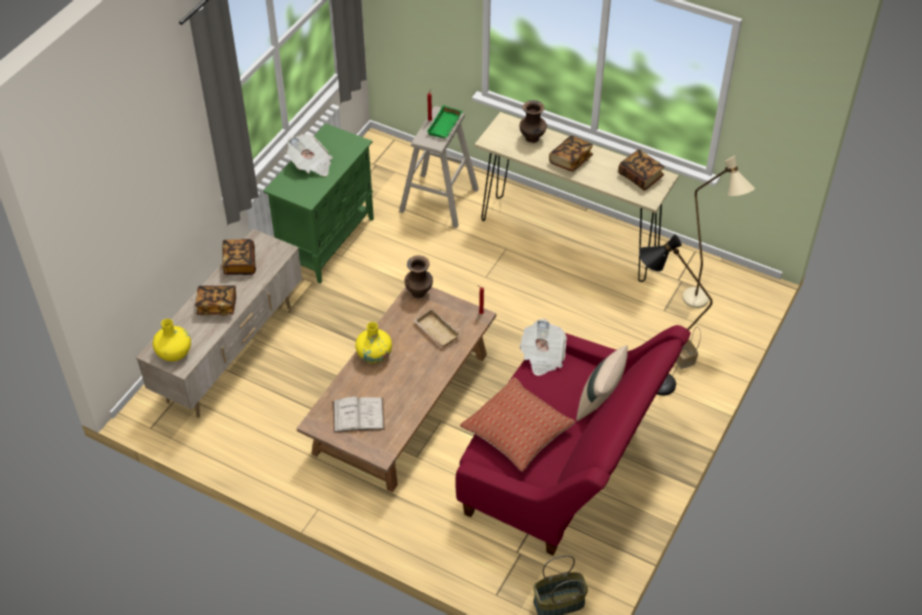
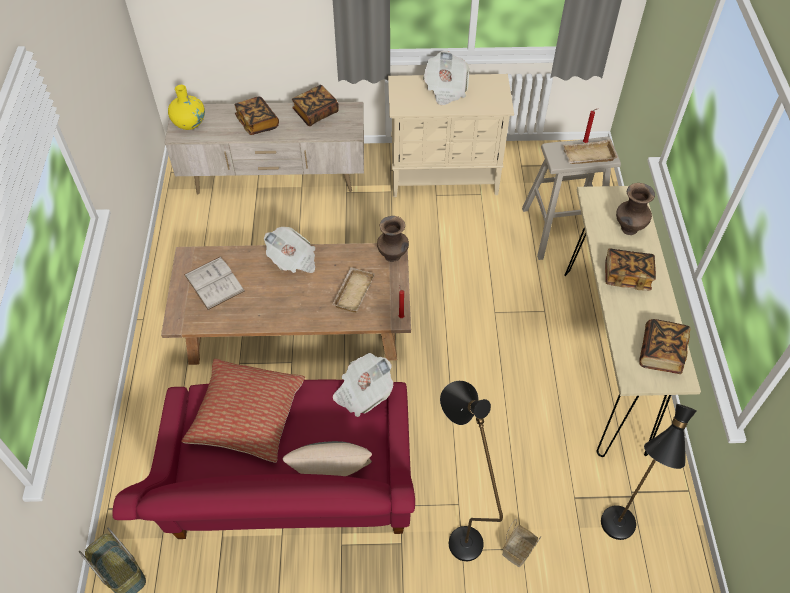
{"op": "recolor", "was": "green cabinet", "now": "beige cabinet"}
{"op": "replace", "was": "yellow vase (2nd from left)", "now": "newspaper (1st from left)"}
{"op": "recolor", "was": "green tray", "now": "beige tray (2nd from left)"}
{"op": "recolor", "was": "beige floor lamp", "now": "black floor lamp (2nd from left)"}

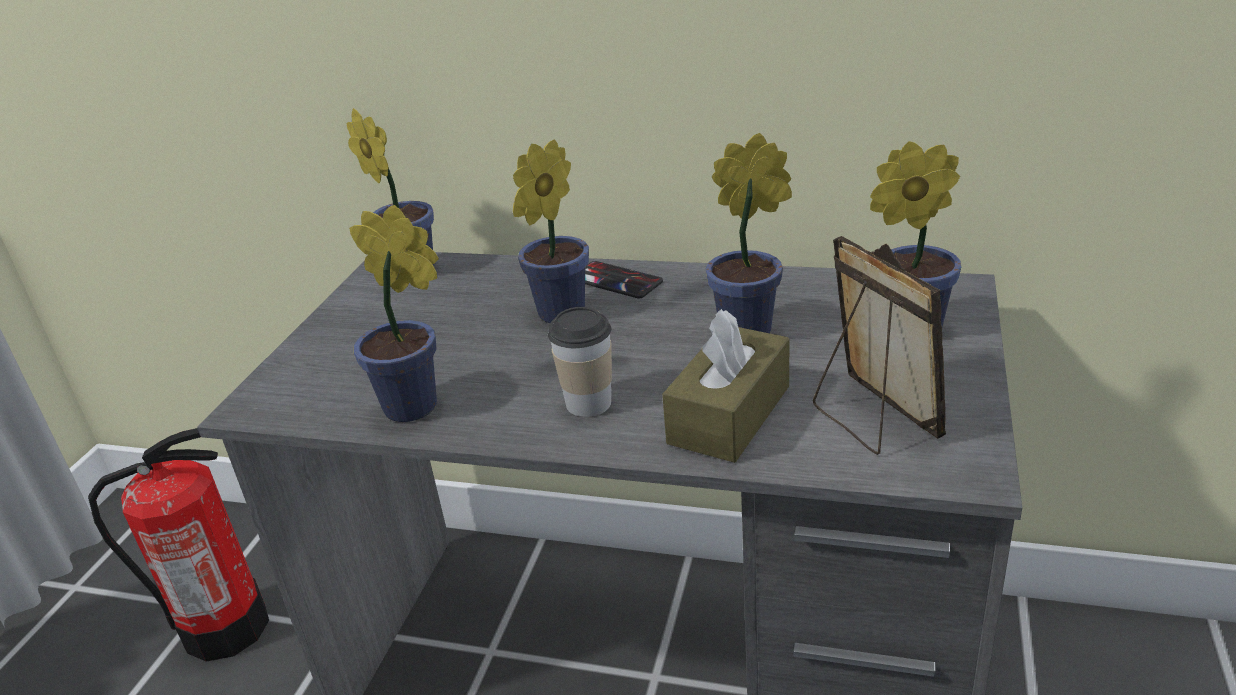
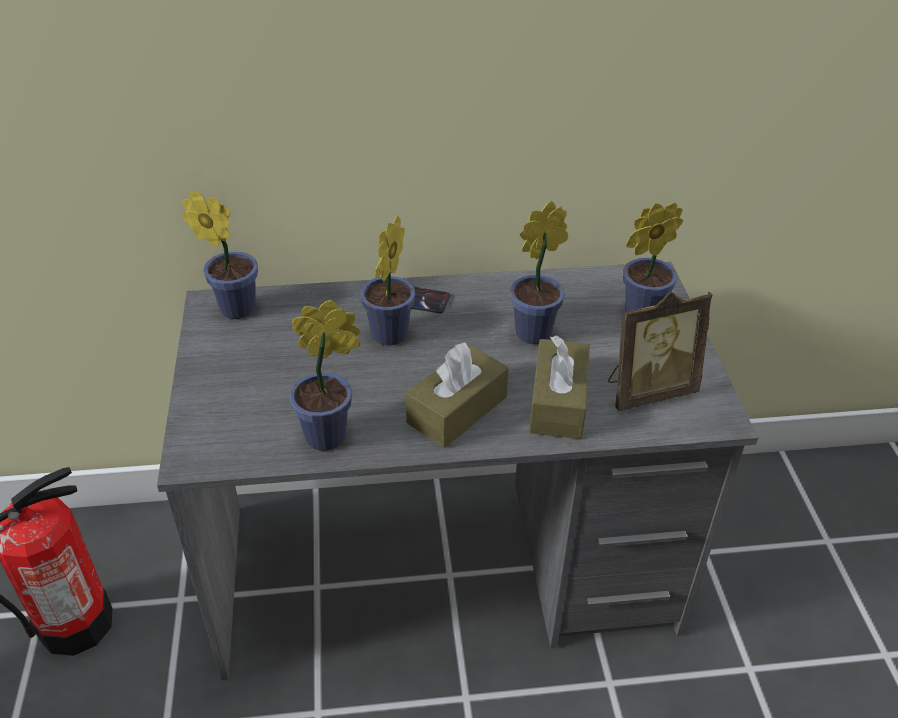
{"op": "replace", "was": "cup", "now": "brown tissue box (1st from left)"}
{"op": "rotate", "was": "picture frame", "clockwise": 120}

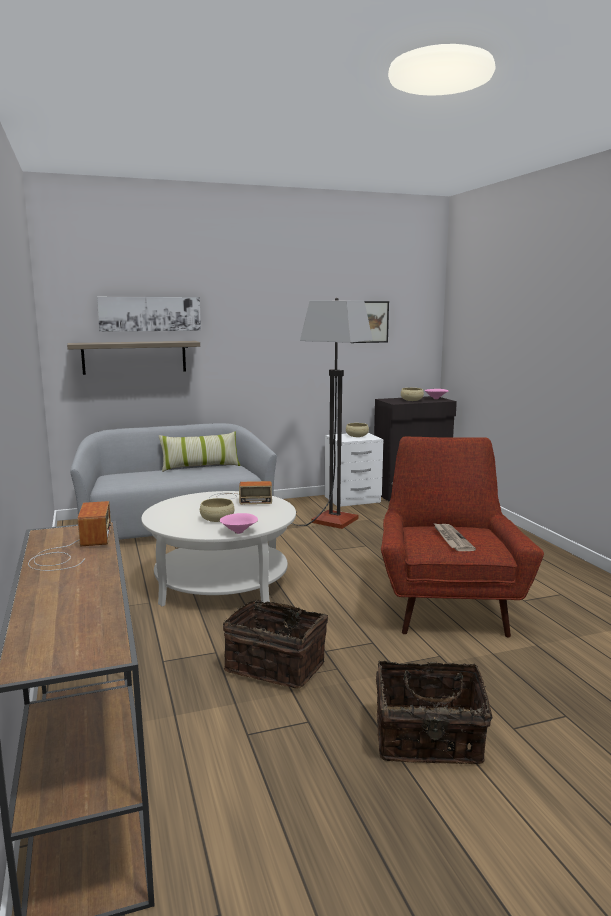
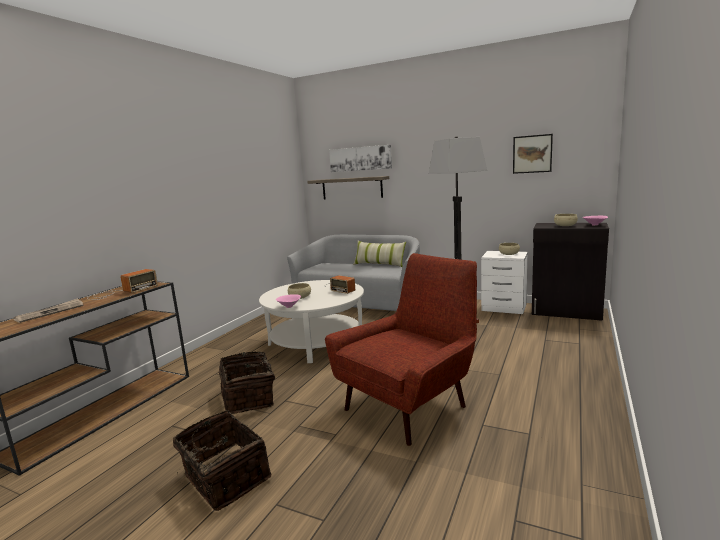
{"op": "move", "was": "newspaper"}

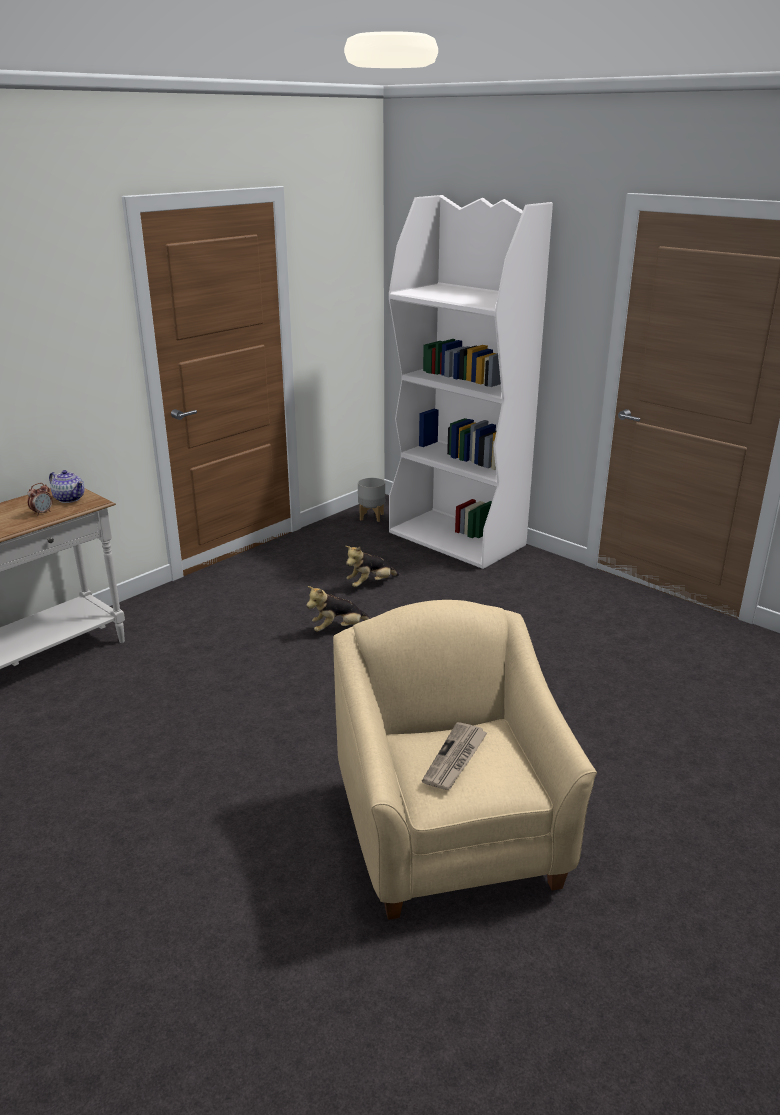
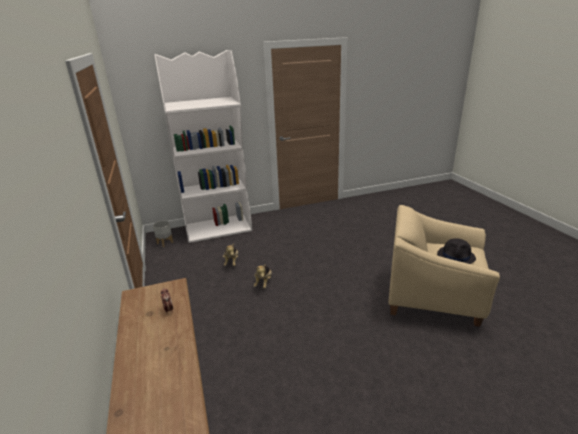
{"op": "delete", "was": "teapot"}
{"op": "replace", "was": "newspaper", "now": "black hat"}

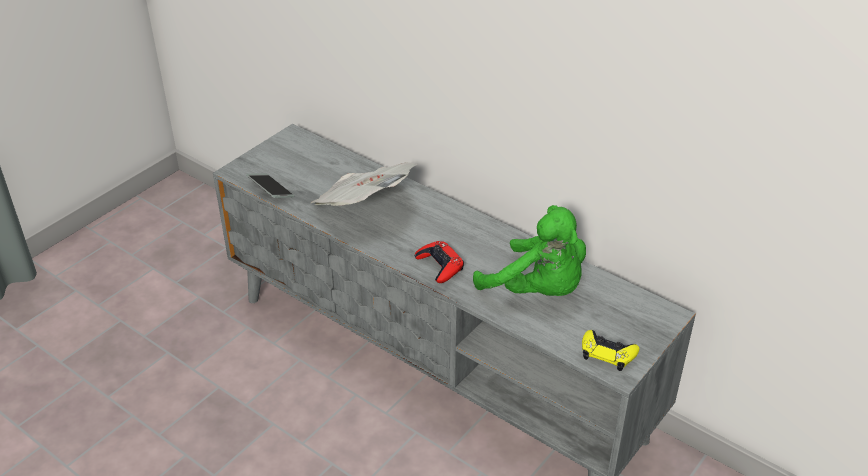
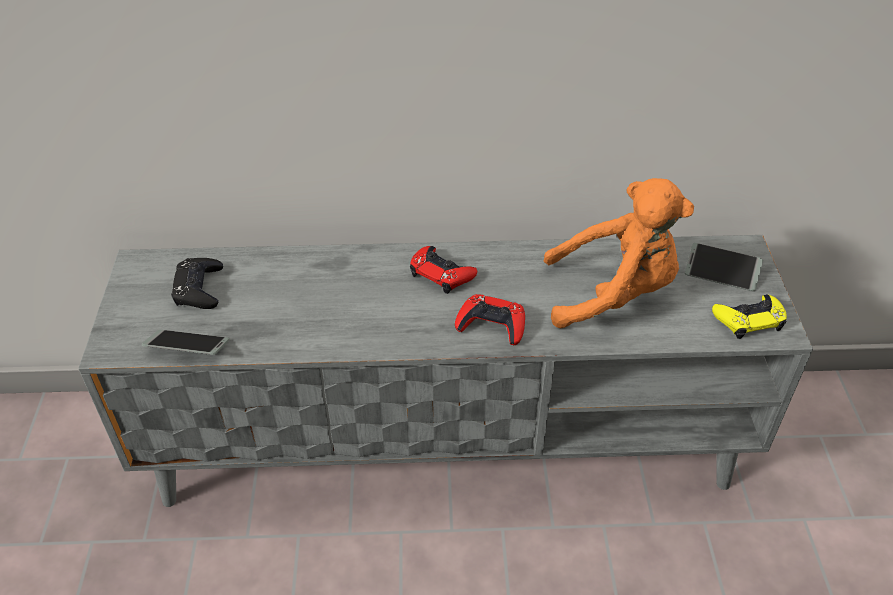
{"op": "delete", "was": "newspaper"}
{"op": "recolor", "was": "green plush toy", "now": "orange plush toy"}
{"op": "insert", "now": "black game controller"}
{"op": "insert", "now": "red game controller (1st from left)"}
{"op": "insert", "now": "phone (2nd from left)"}

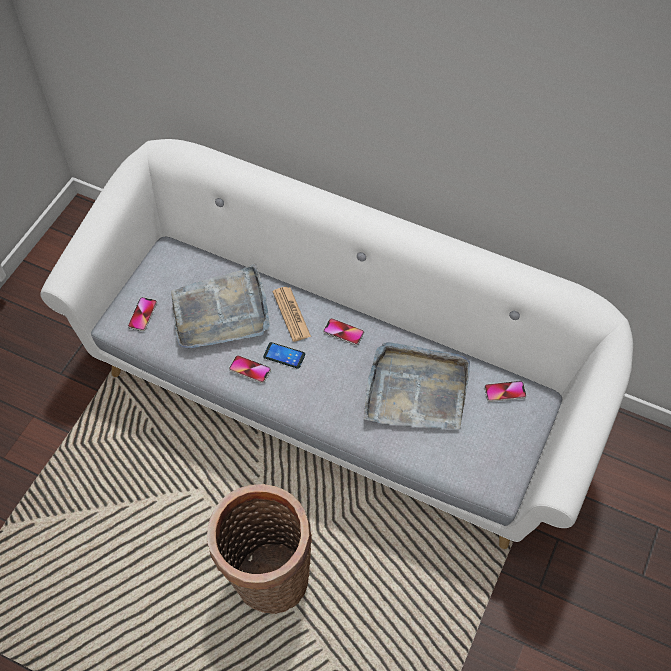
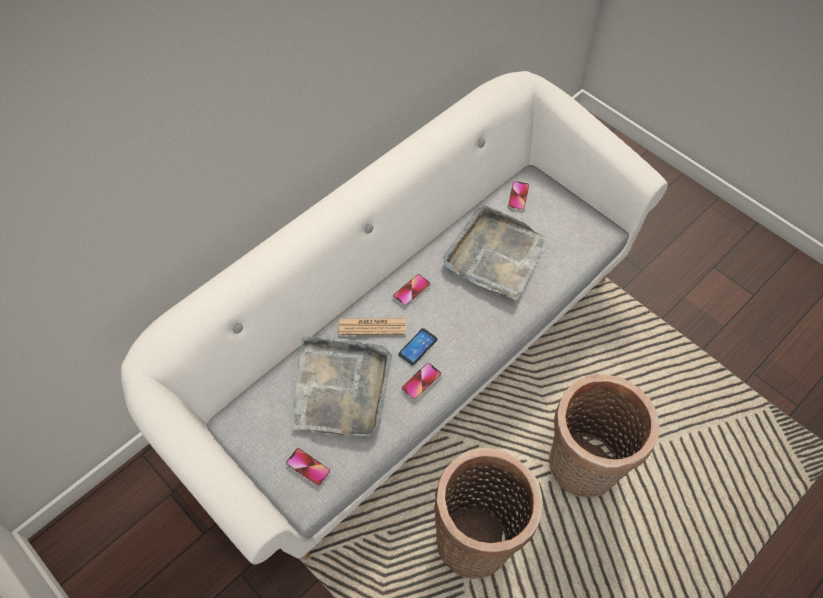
{"op": "insert", "now": "basket (1st from left)"}

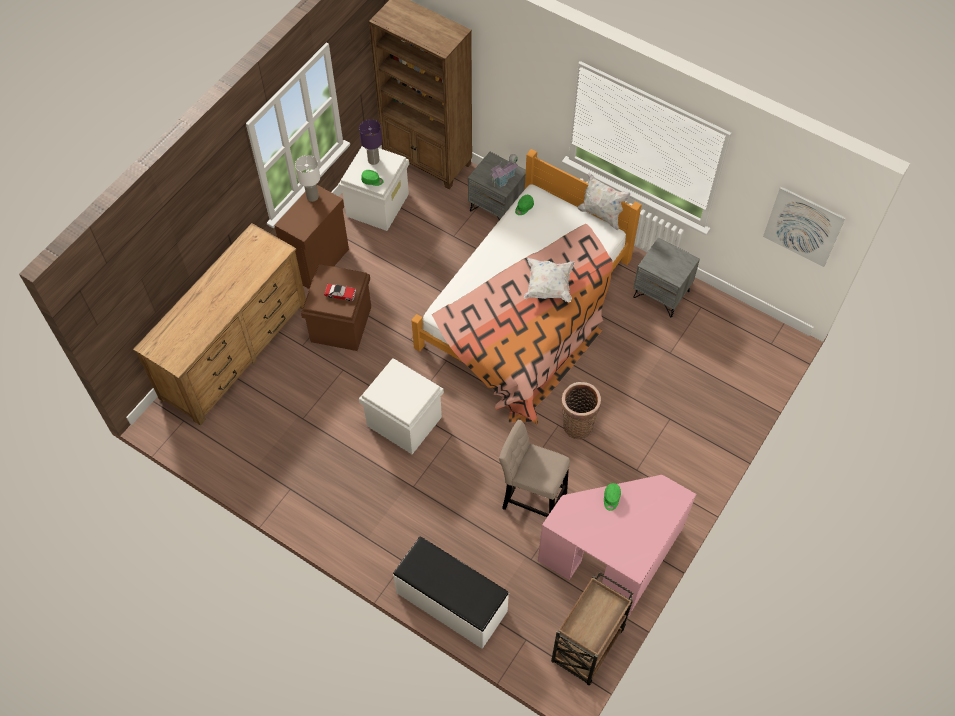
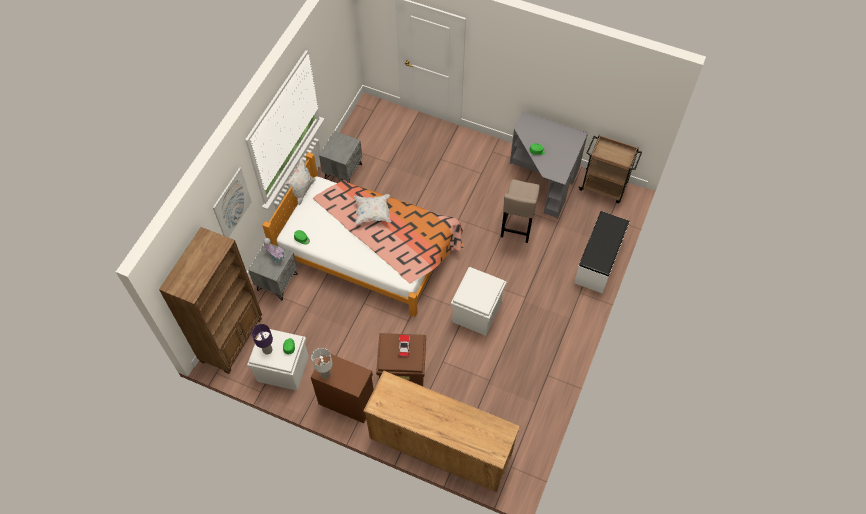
{"op": "recolor", "was": "pink desk", "now": "grey desk"}
{"op": "delete", "was": "basket"}
{"op": "move", "was": "picture"}

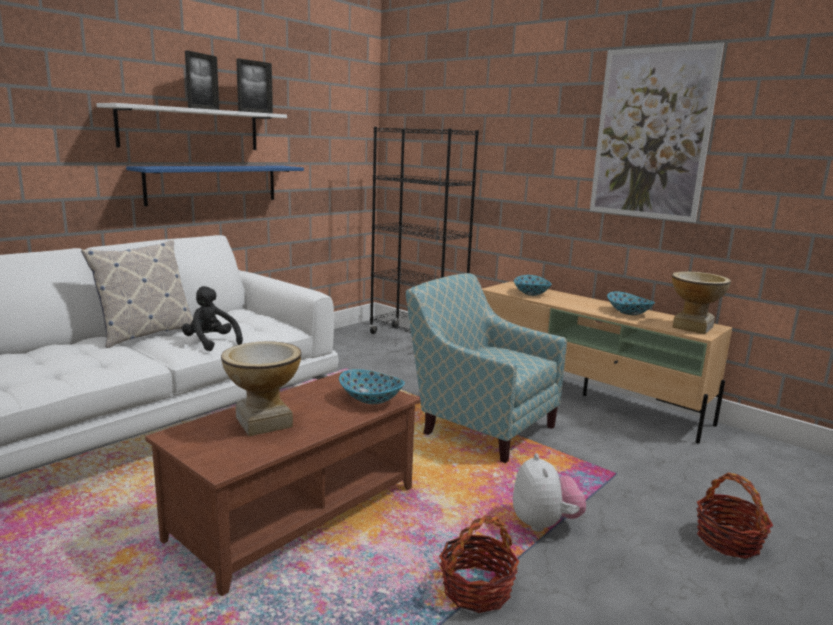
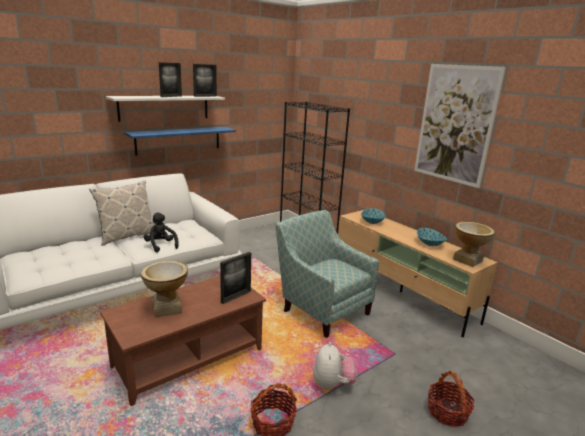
{"op": "replace", "was": "bowl (1st from left)", "now": "picture frame (3rd from left)"}

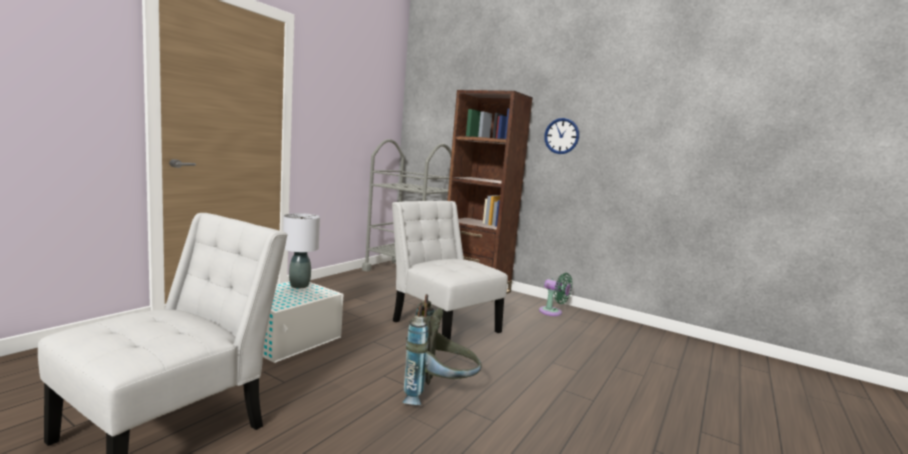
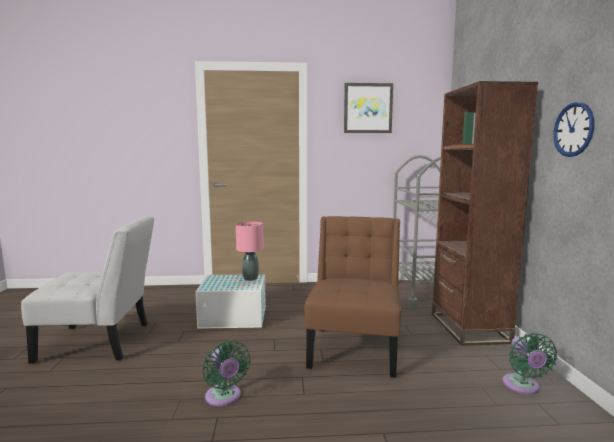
{"op": "recolor", "was": "grey table lamp", "now": "pink table lamp"}
{"op": "recolor", "was": "white chair (2nd from left)", "now": "brown chair"}
{"op": "replace", "was": "grey backpack", "now": "green fan (1st from left)"}
{"op": "insert", "now": "picture"}

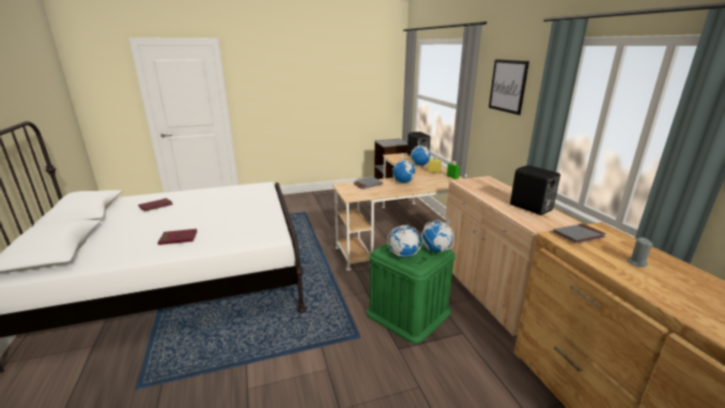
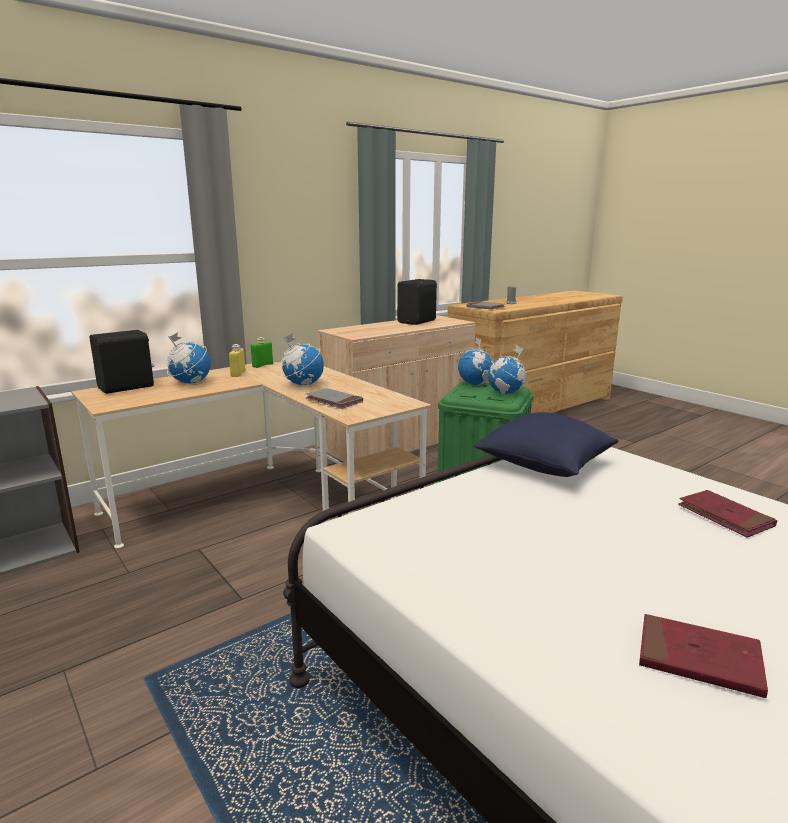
{"op": "delete", "was": "picture"}
{"op": "insert", "now": "blue pillow"}

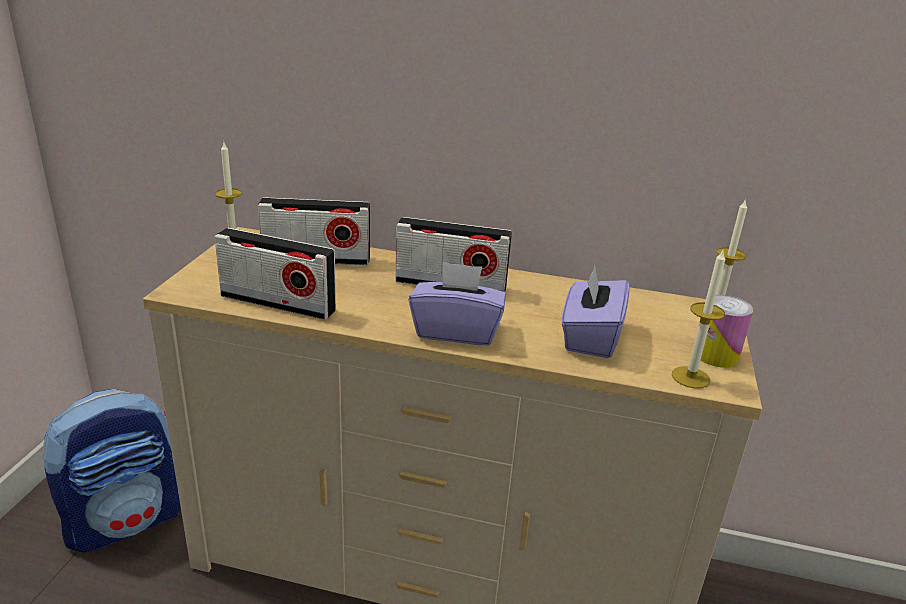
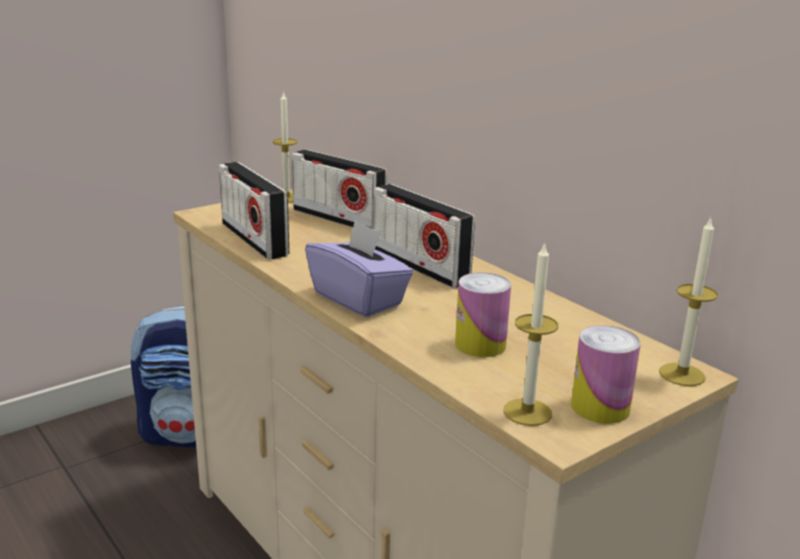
{"op": "replace", "was": "purple tissue box (2nd from left)", "now": "can (1st from left)"}

